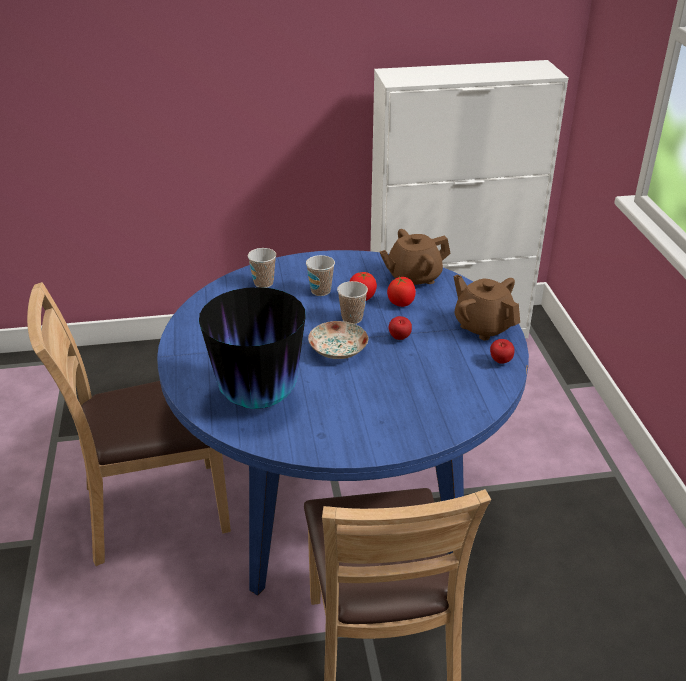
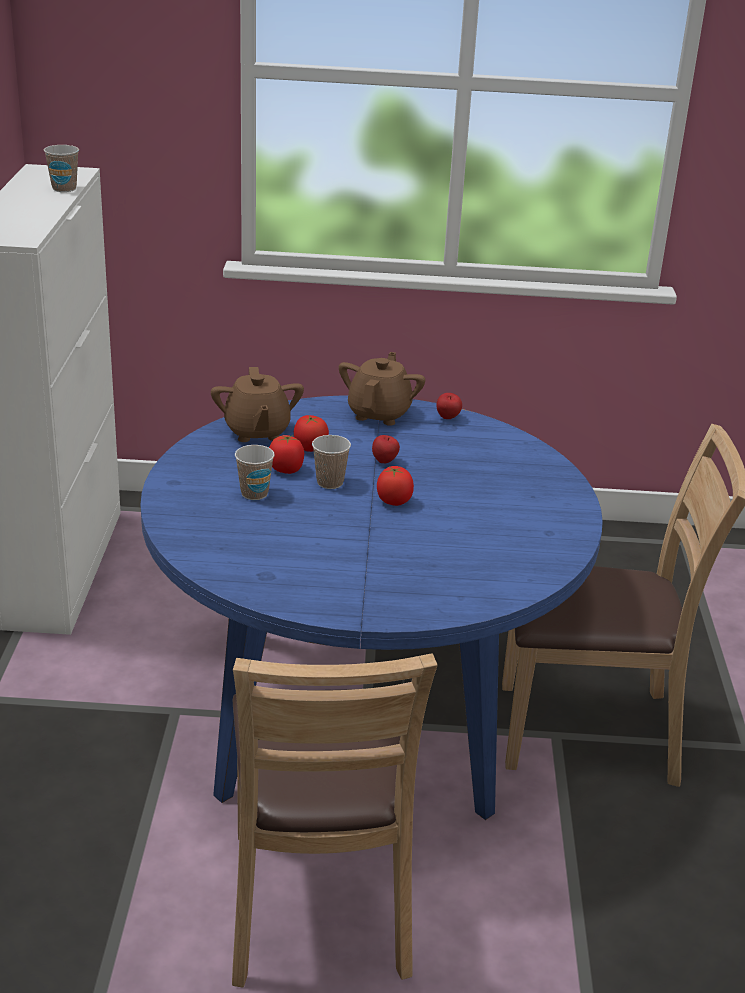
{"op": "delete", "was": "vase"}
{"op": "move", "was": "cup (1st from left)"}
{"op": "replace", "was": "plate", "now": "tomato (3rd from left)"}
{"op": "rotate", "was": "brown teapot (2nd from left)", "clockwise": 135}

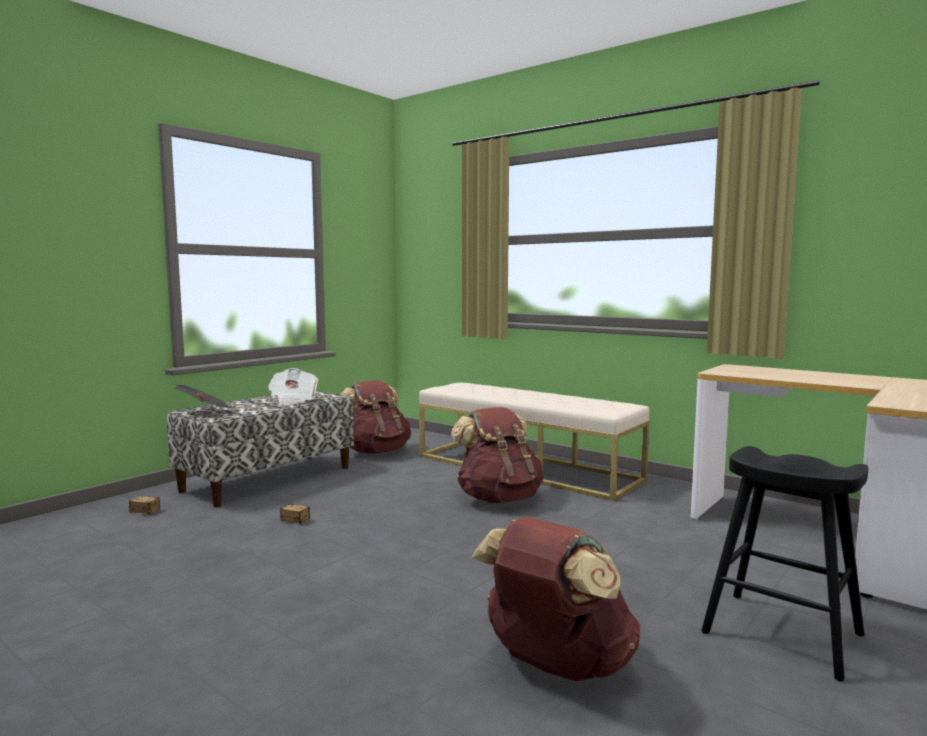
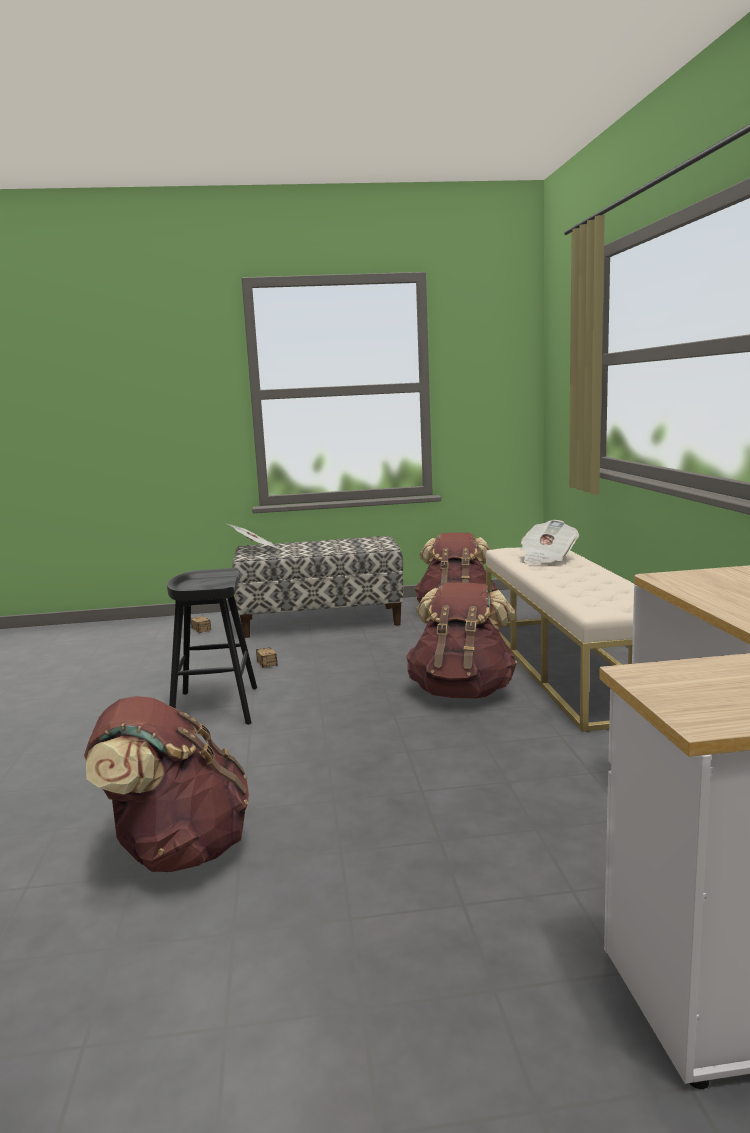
{"op": "move", "was": "newspaper (2nd from left)"}
{"op": "move", "was": "black stool"}

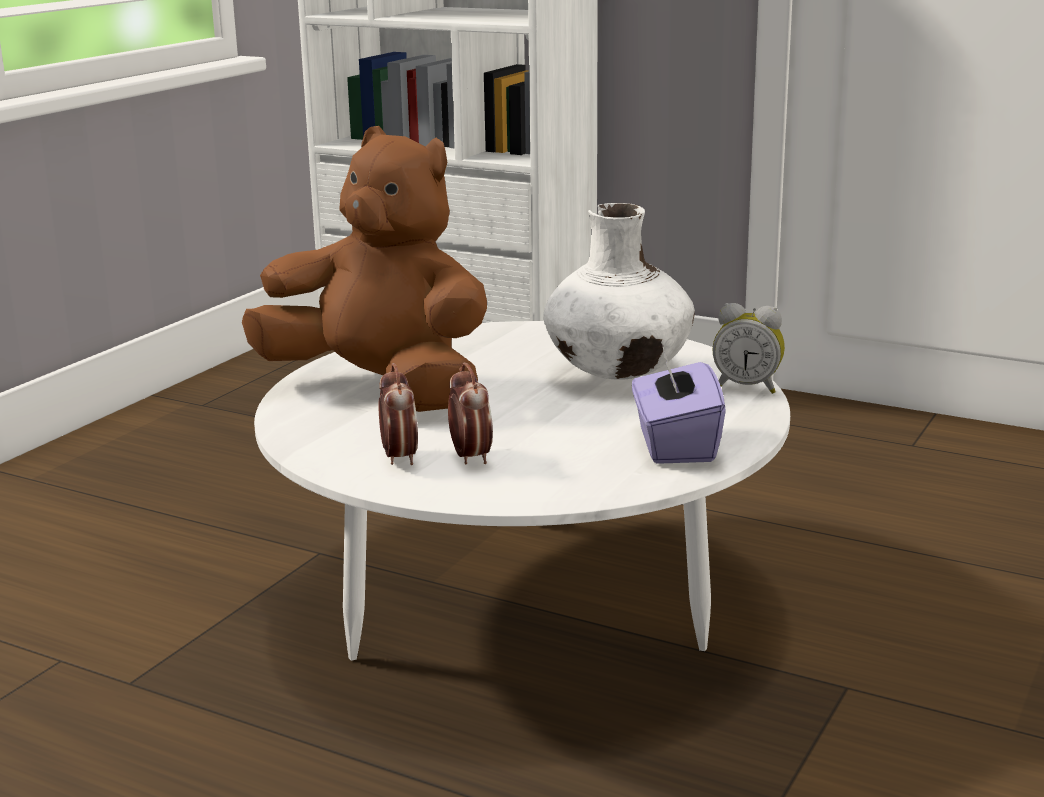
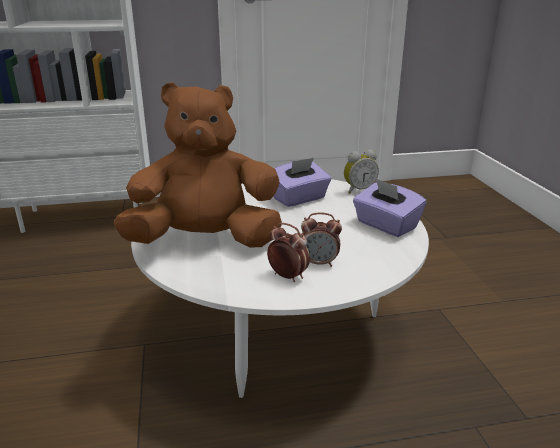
{"op": "rotate", "was": "alarm clock (2nd from left)", "clockwise": 150}
{"op": "replace", "was": "white vase", "now": "purple tissue box (1st from left)"}

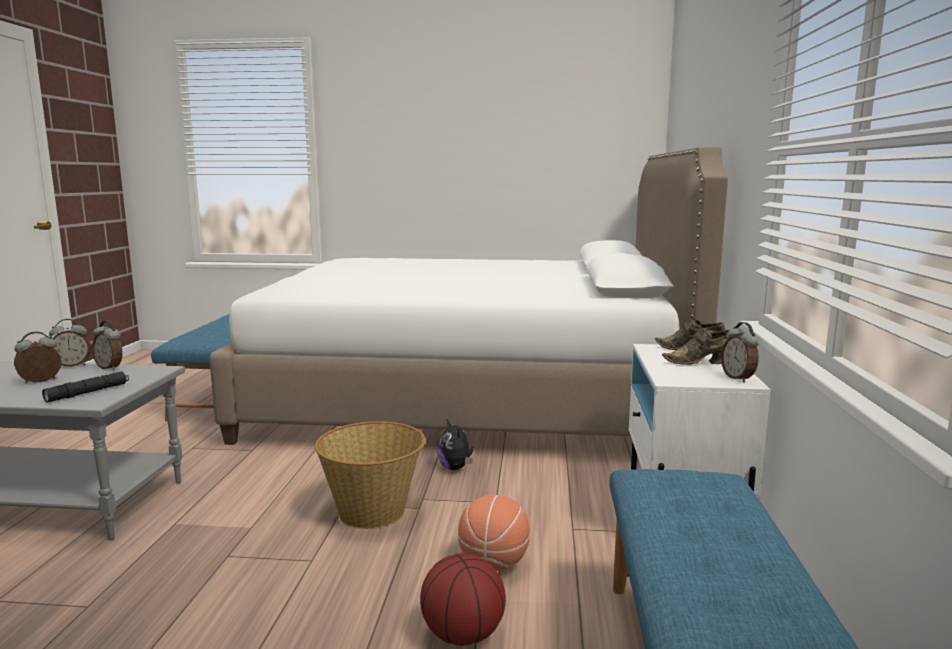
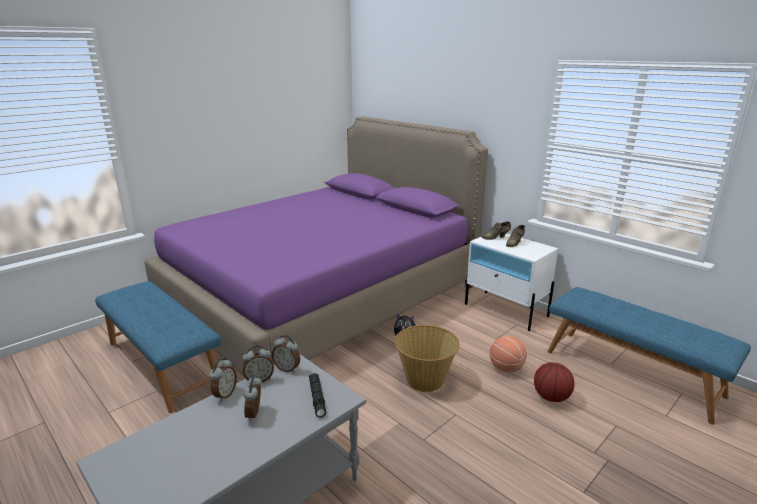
{"op": "recolor", "was": "white bed", "now": "purple bed"}
{"op": "move", "was": "alarm clock (4th from left)"}

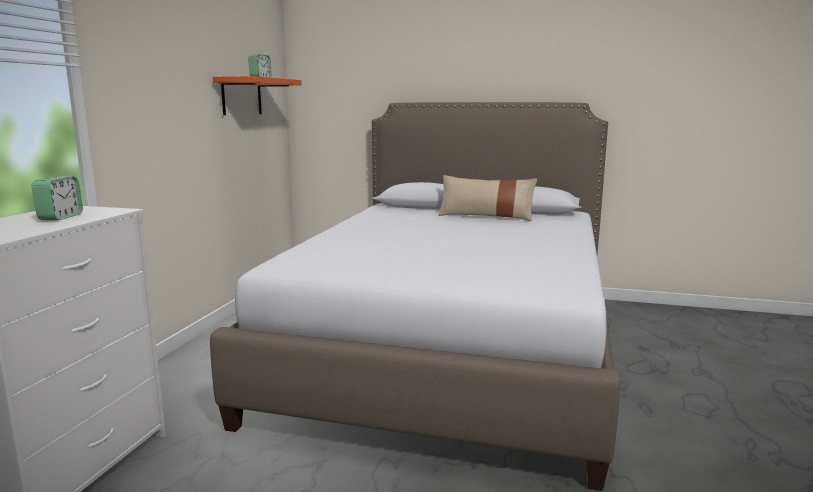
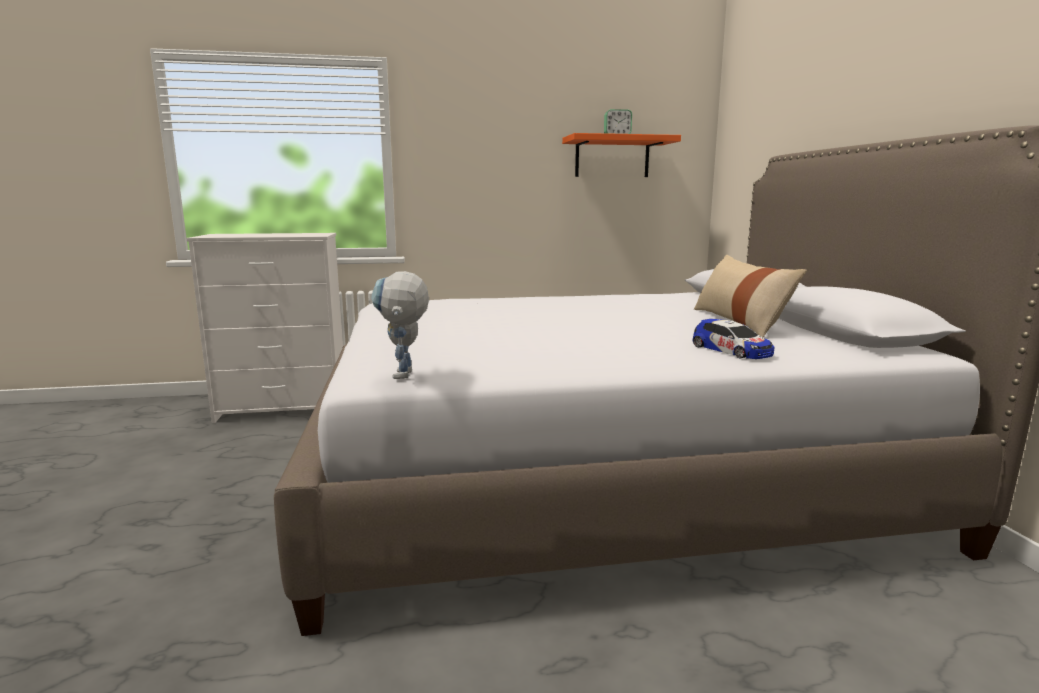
{"op": "delete", "was": "alarm clock (1st from left)"}
{"op": "insert", "now": "toy robot"}
{"op": "insert", "now": "toy car"}

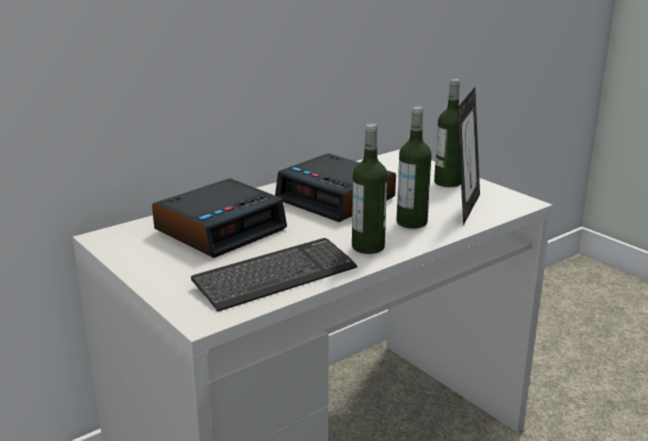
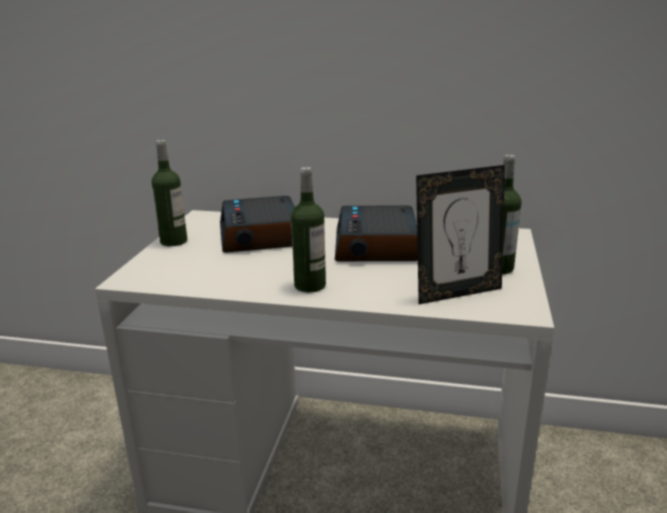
{"op": "rotate", "was": "alarm clock (1st from left)", "clockwise": 75}
{"op": "delete", "was": "keyboard"}
{"op": "move", "was": "bottle (2nd from left in the first image)", "now": "bottle (1st from left)"}

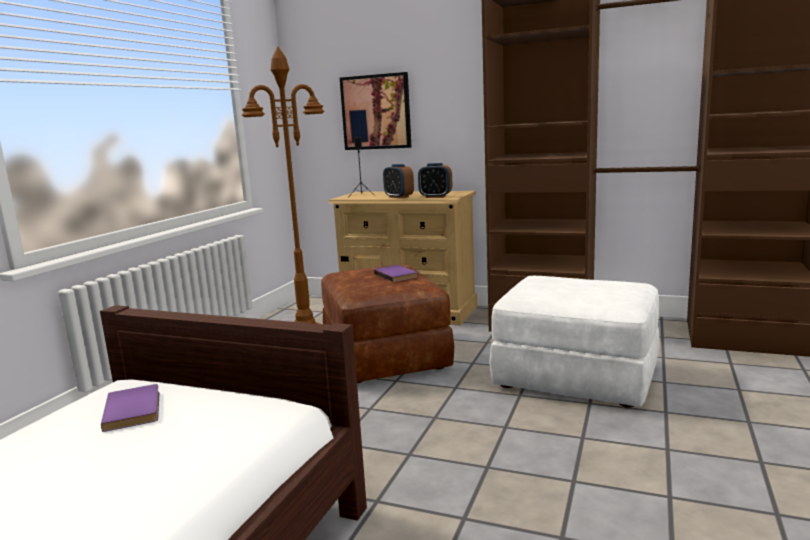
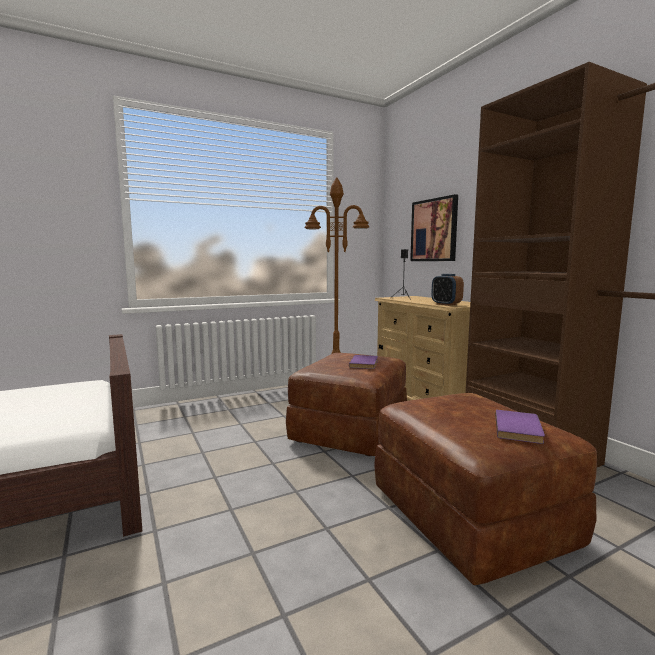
{"op": "move", "was": "purple book (1st from left in the first image)", "now": "purple book (2nd from left)"}
{"op": "delete", "was": "alarm clock (1st from left)"}
{"op": "recolor", "was": "white ottoman", "now": "brown ottoman (2nd from left)"}

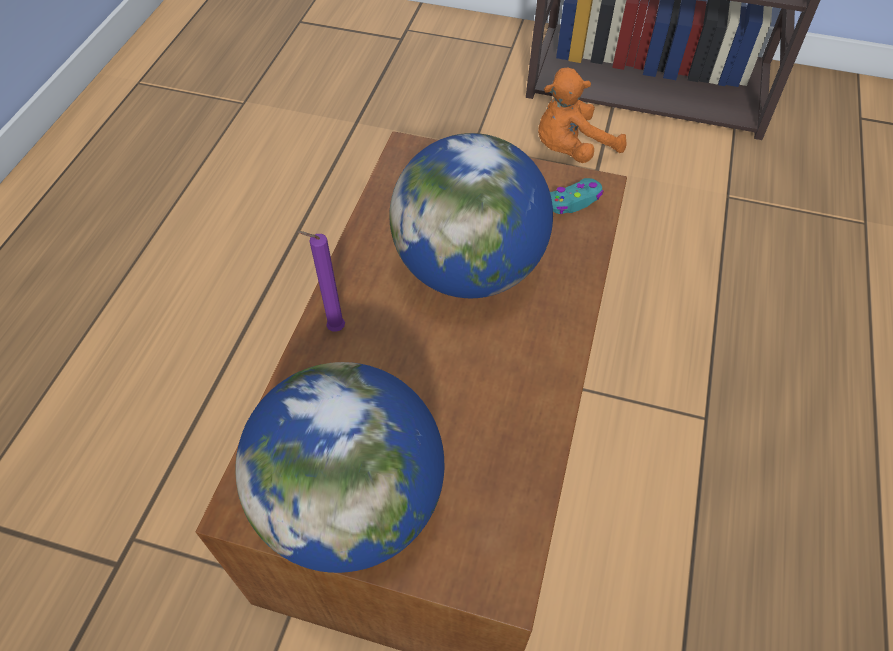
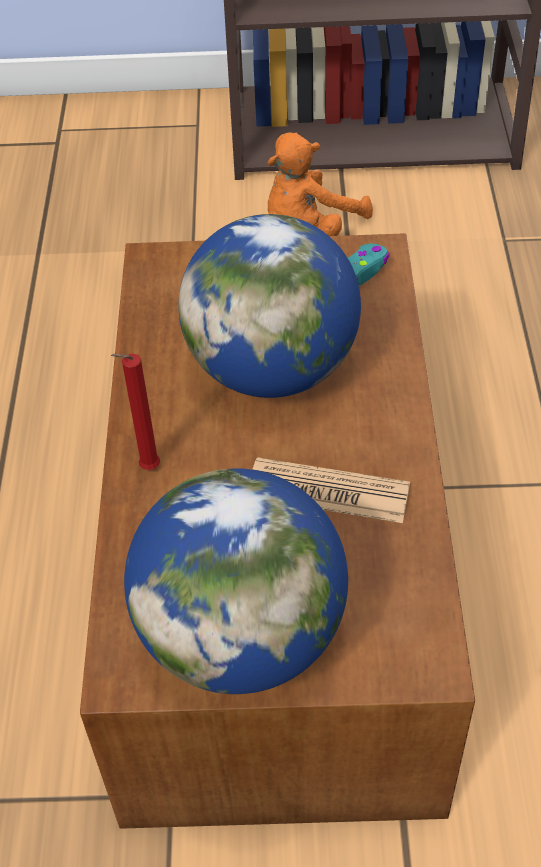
{"op": "recolor", "was": "purple candle", "now": "red candle"}
{"op": "insert", "now": "newspaper"}

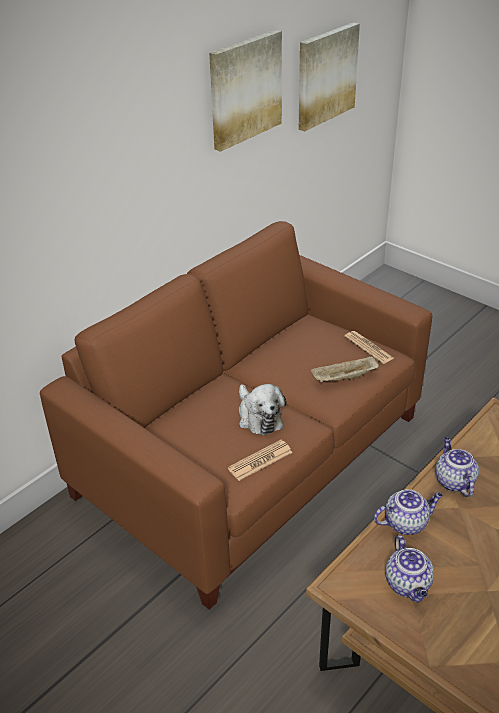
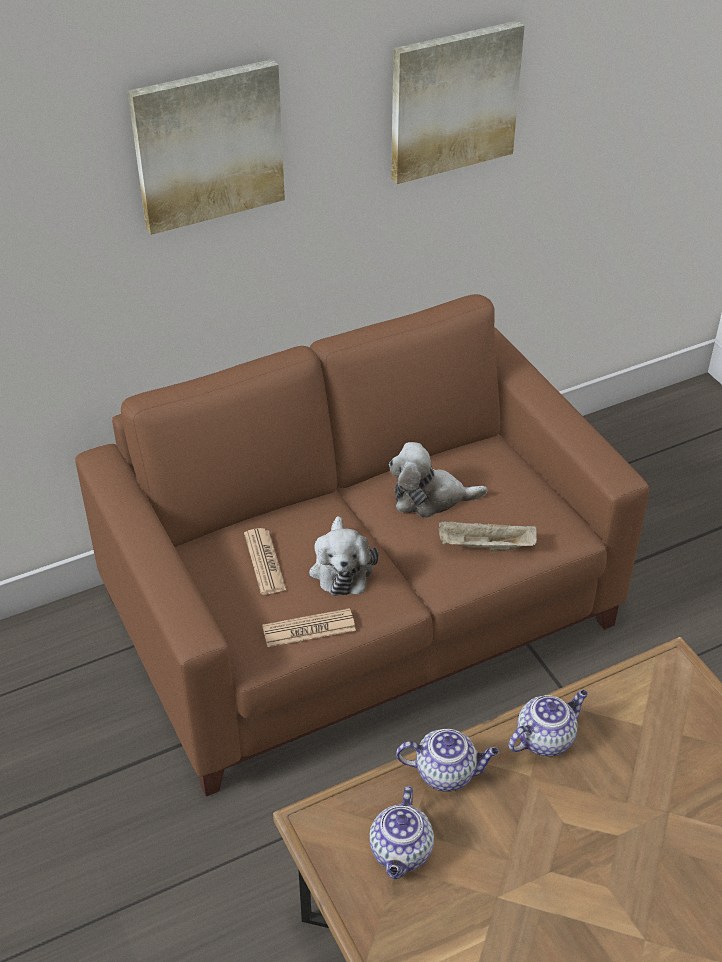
{"op": "move", "was": "picture (2nd from left in the first image)", "now": "picture (1st from left)"}
{"op": "move", "was": "newspaper (2nd from left in the first image)", "now": "newspaper (1st from left)"}
{"op": "rotate", "was": "teapot (3rd from left)", "clockwise": 45}
{"op": "insert", "now": "plush toy (2nd from left)"}

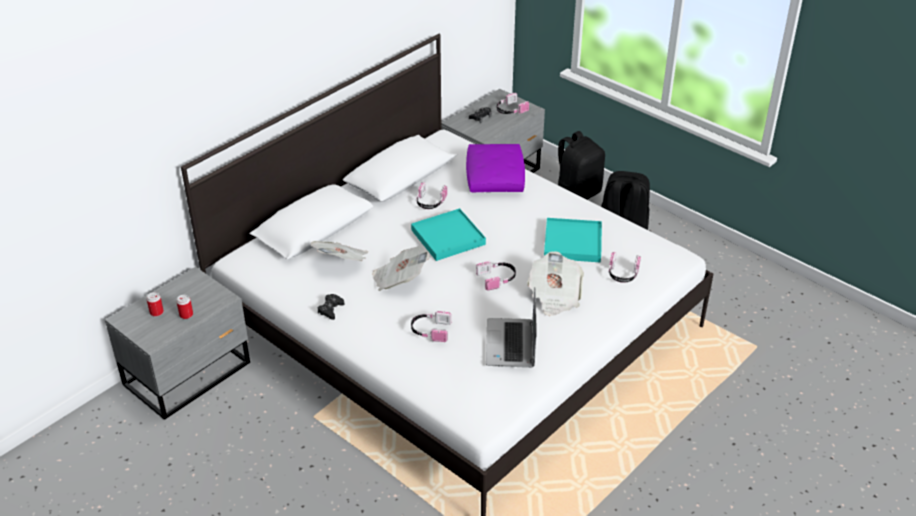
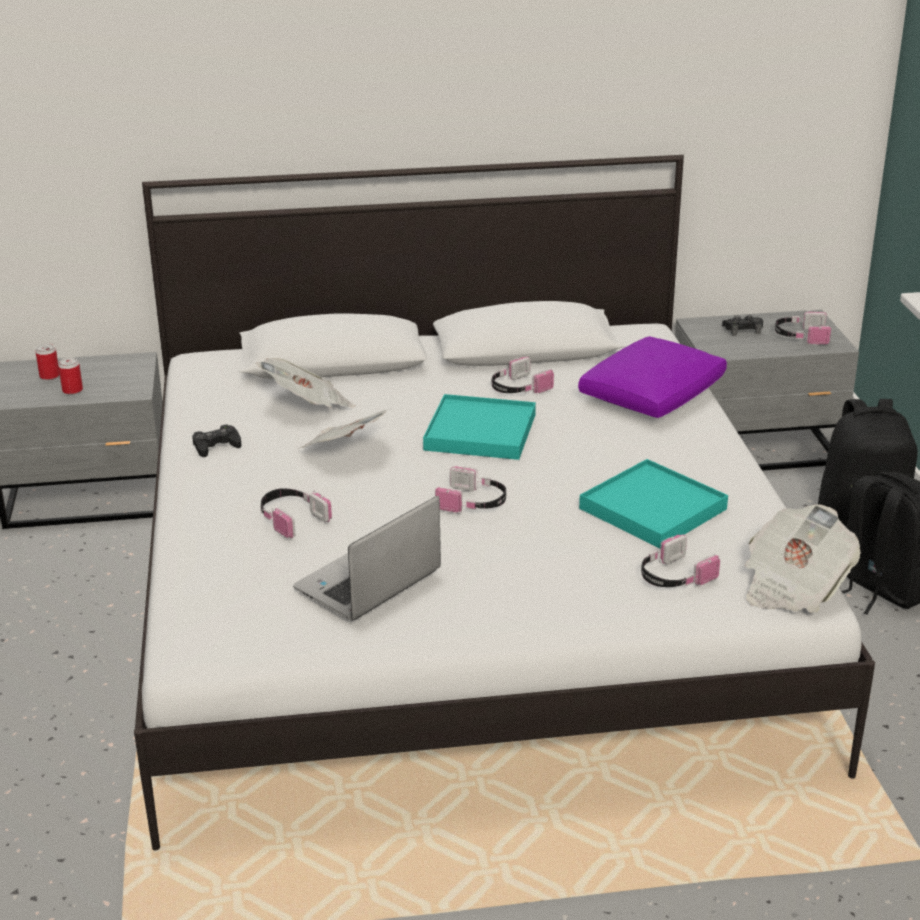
{"op": "move", "was": "newspaper (3rd from left)"}

